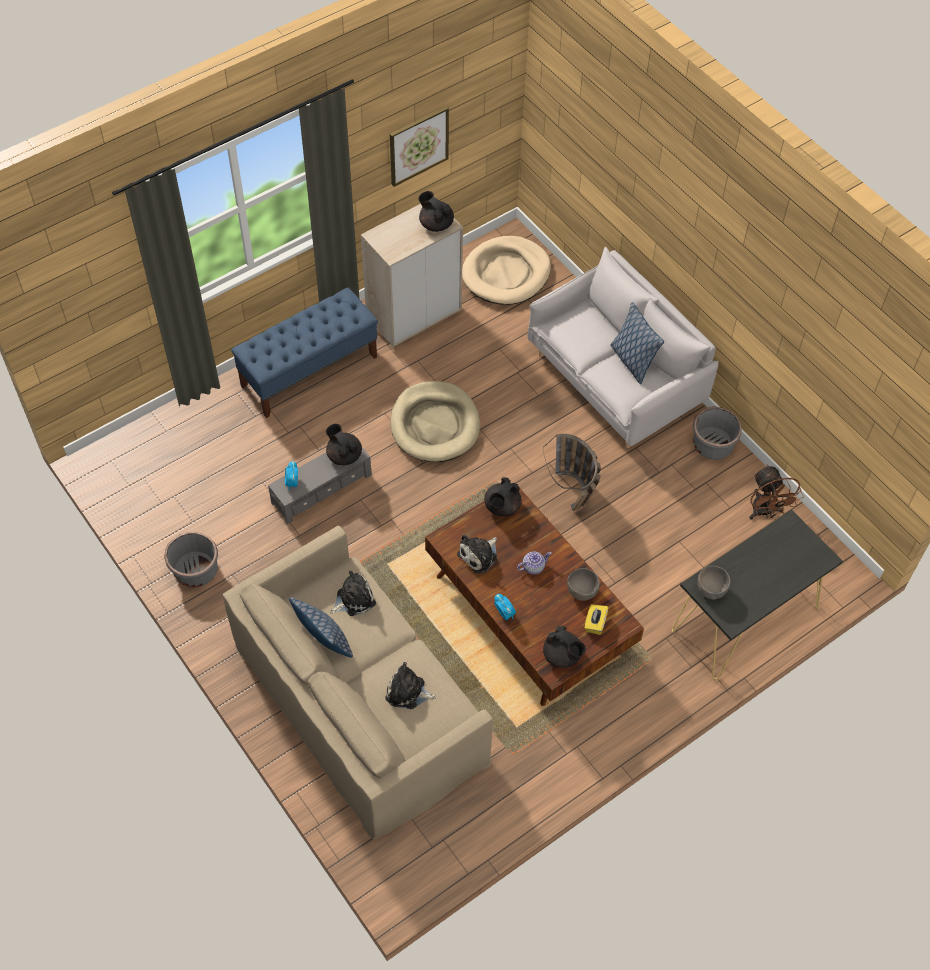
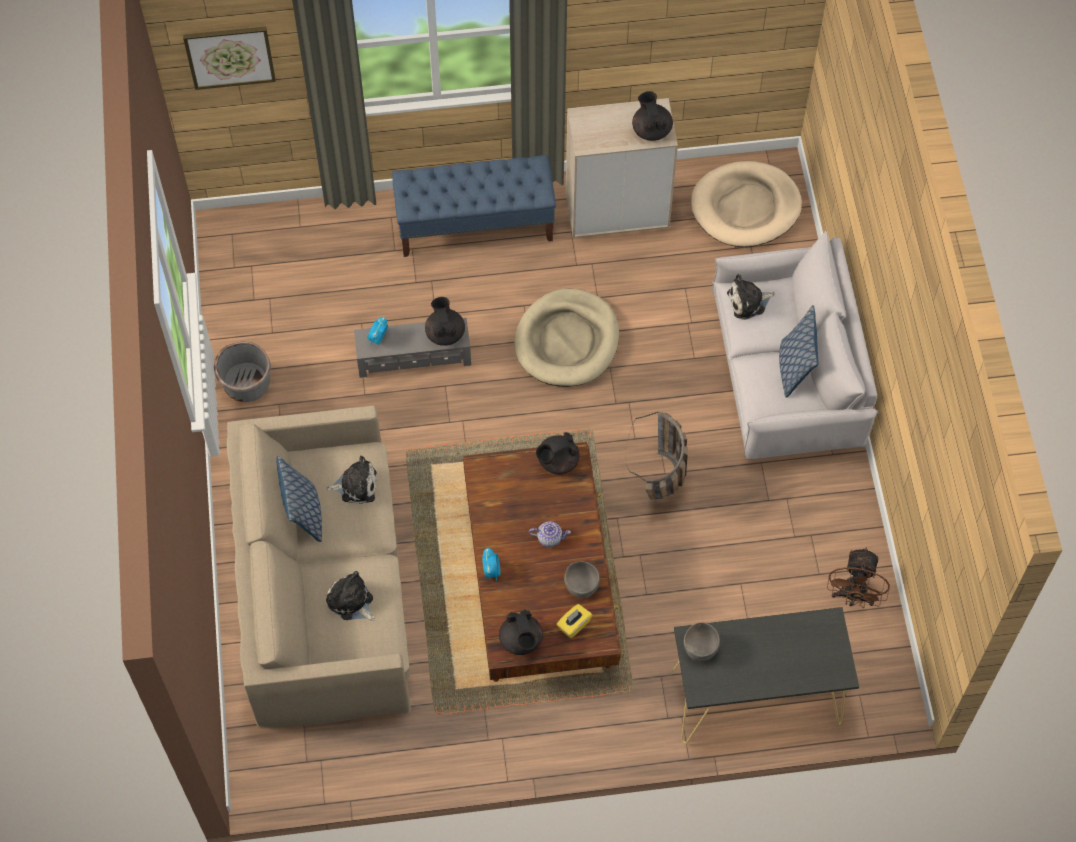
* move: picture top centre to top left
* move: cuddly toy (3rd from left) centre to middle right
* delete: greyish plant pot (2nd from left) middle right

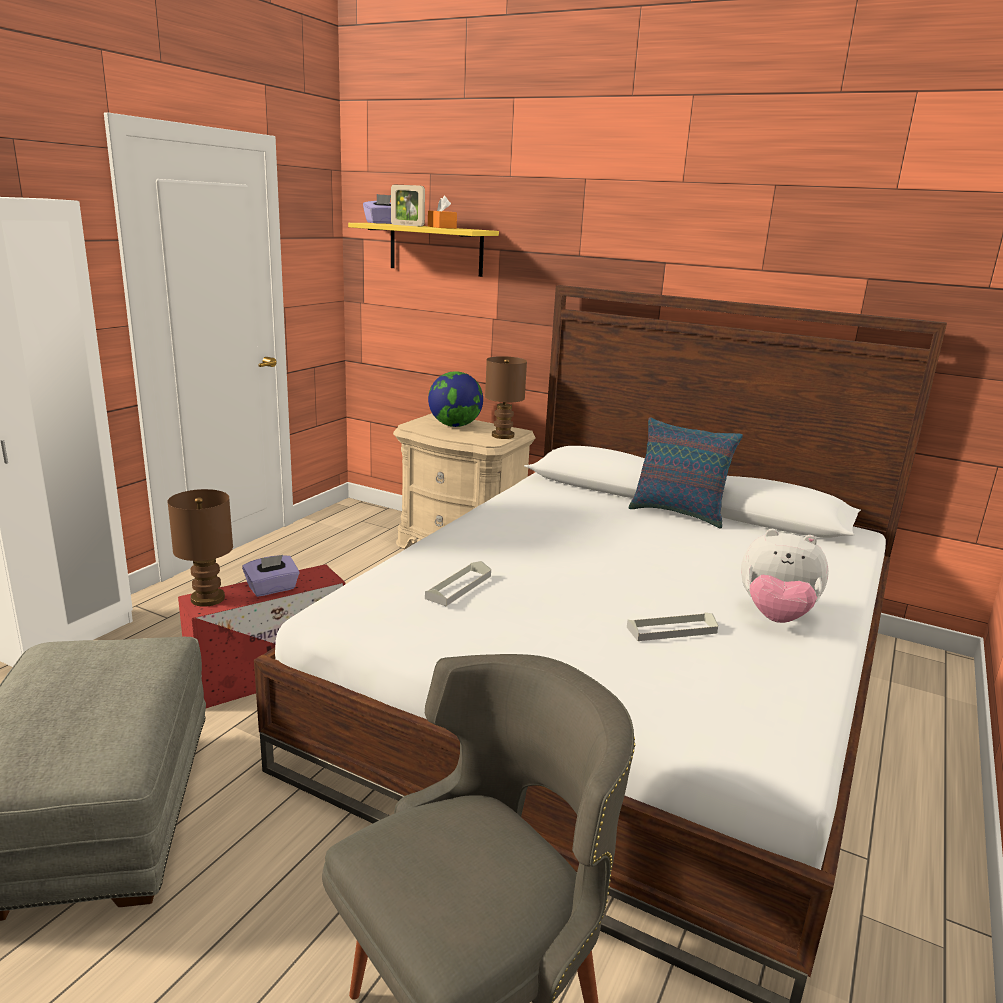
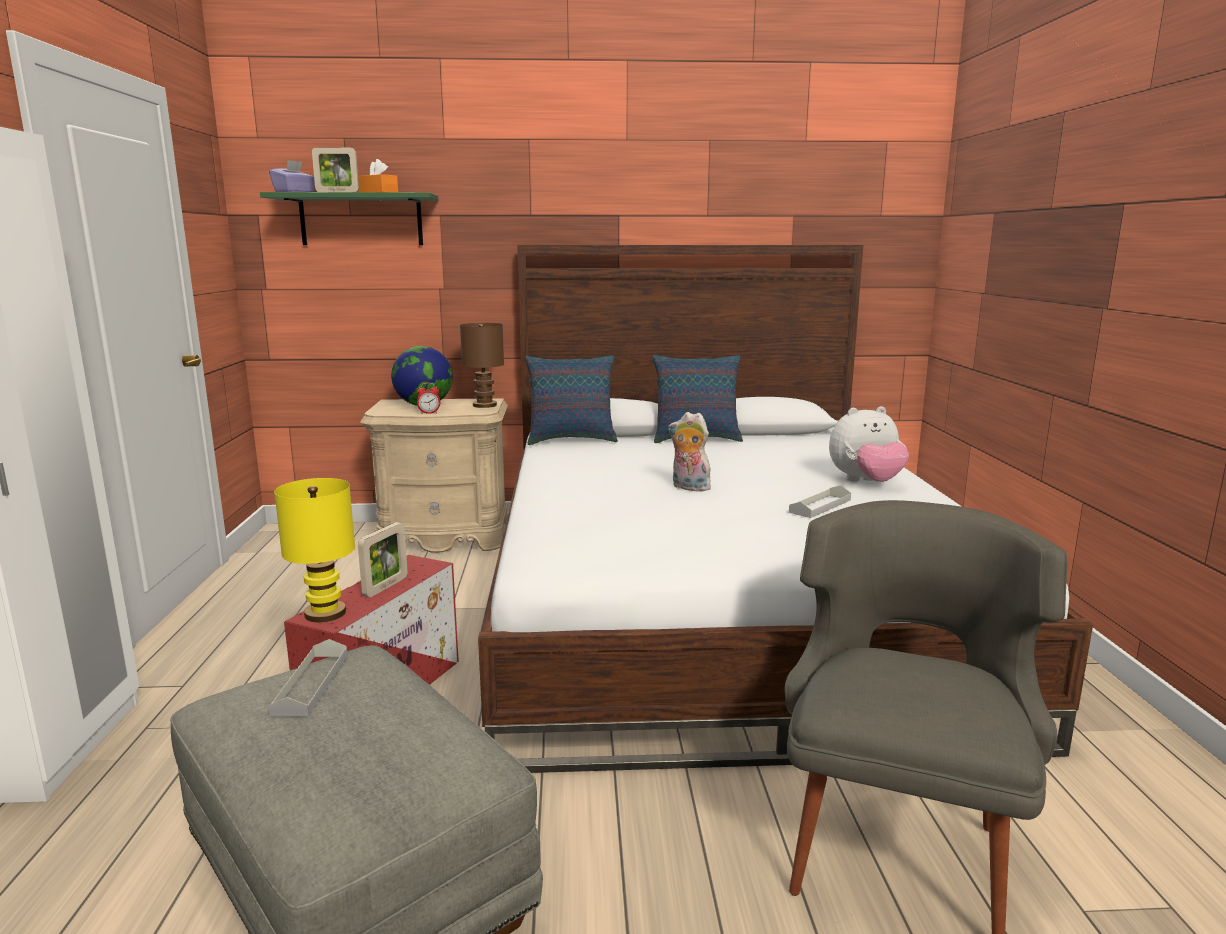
* recolor: yellow-coloured wall shelf top centre to green wall shelf top left
* move: greyish serving tray (1st from left) centre to bottom left
* recolor: brown tabletop lamp (1st from left) middle left to yellow-coloured tabletop lamp middle left
* replace: purple-coloured box of tissues (1st from left) middle left to picture frame (2nd from left) middle left
* insert: bedside clock centre
* insert: blue-coloured throw pillow (1st from left) centre
* insert: cuddly toy (1st from left) centre

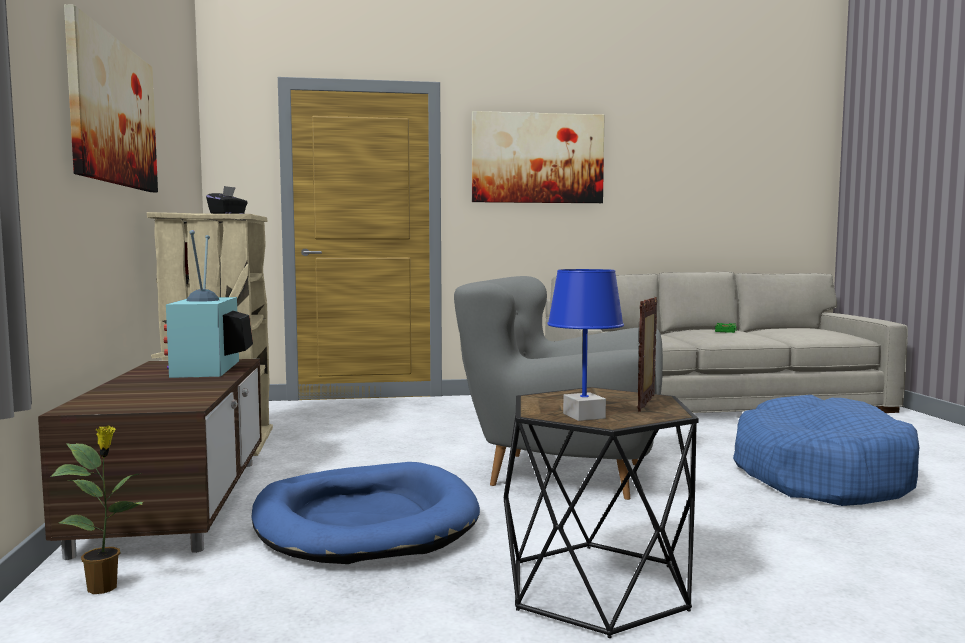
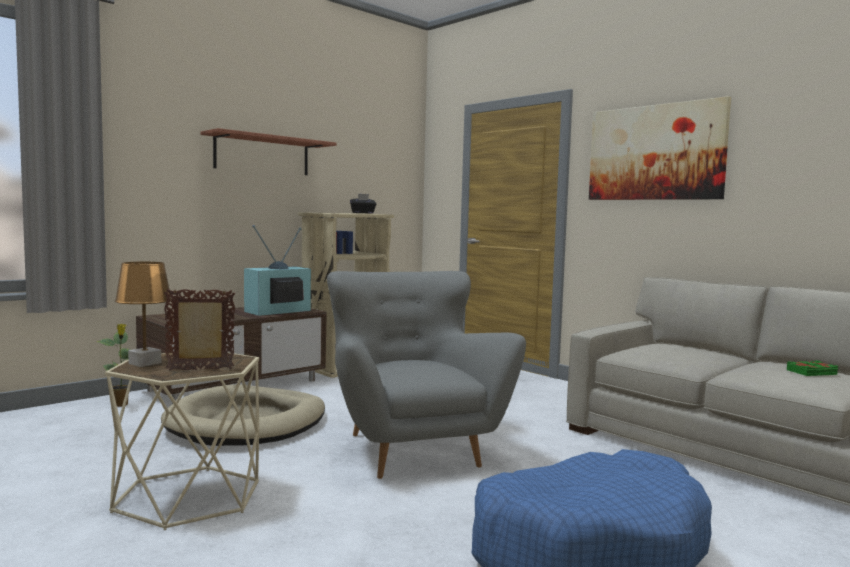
* recolor: blackish accent table bottom centre to sand-coloured accent table bottom left
* recolor: blue-coloured tabletop lamp centre to brown tabletop lamp middle left
* recolor: blue-coloured pet bed (1st from left) bottom centre to sand-coloured pet bed bottom left
* replace: picture (1st from left) top left to wall shelf top left

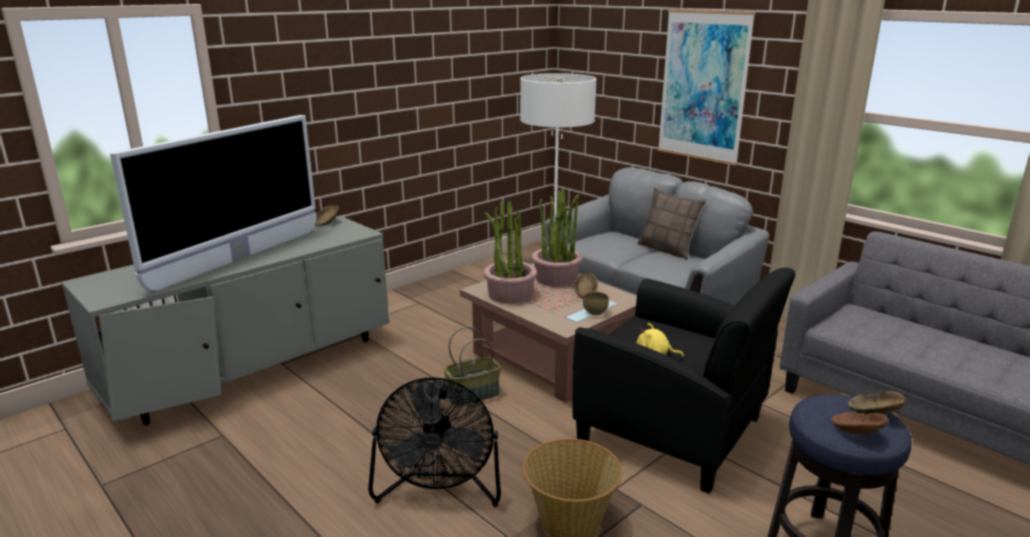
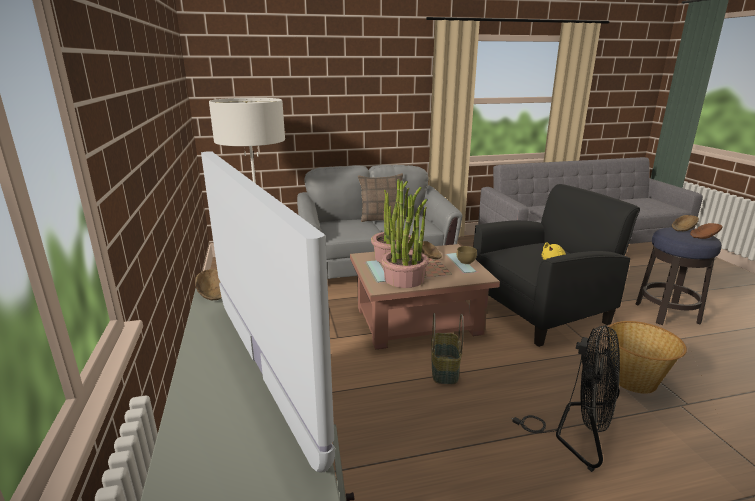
* delete: picture top right

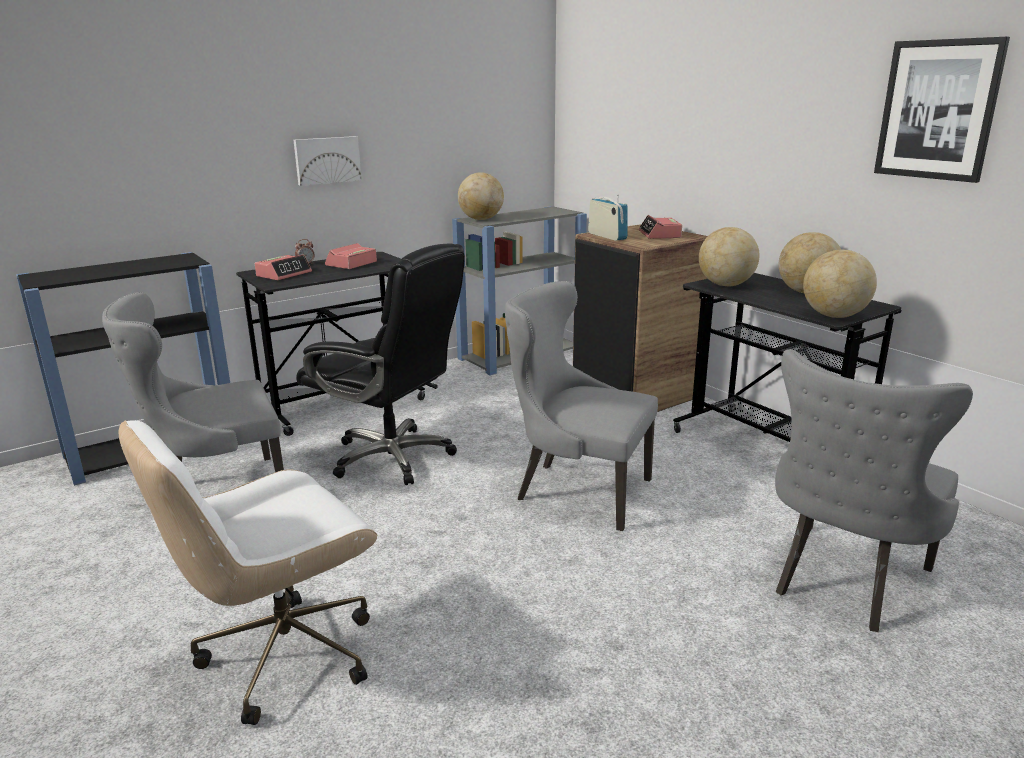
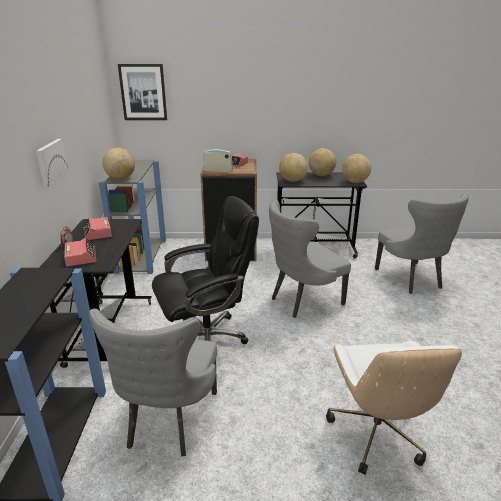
* move: picture (2nd from left) top right to top left

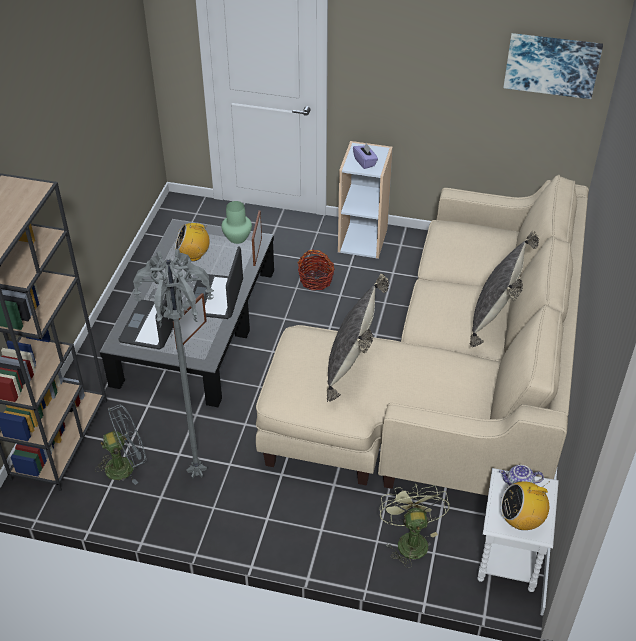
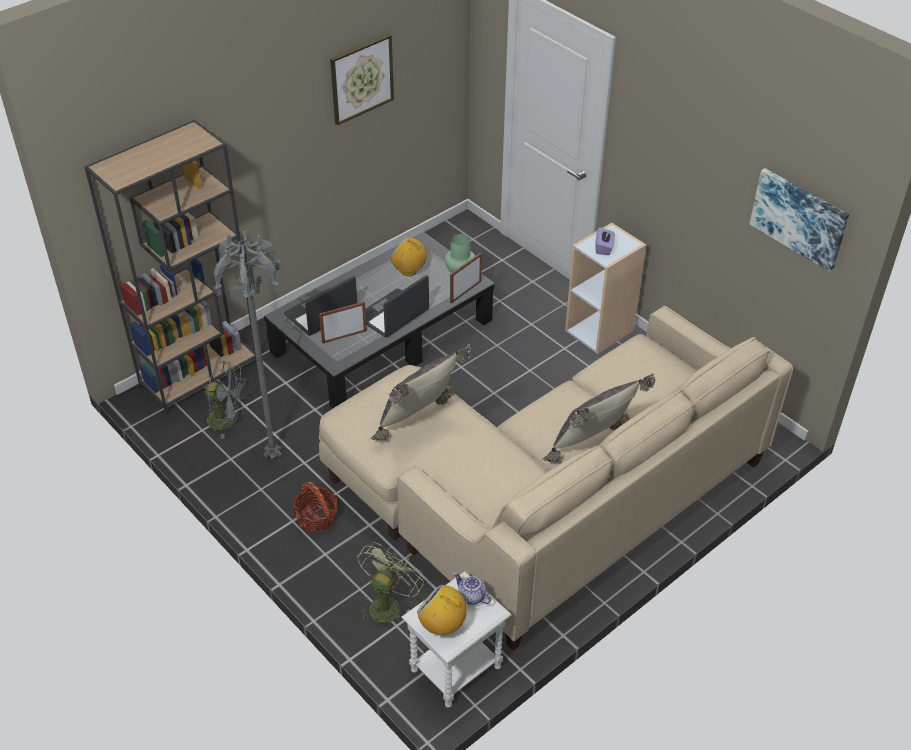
* move: storage basket centre to bottom centre
* insert: picture (1st from left) top centre

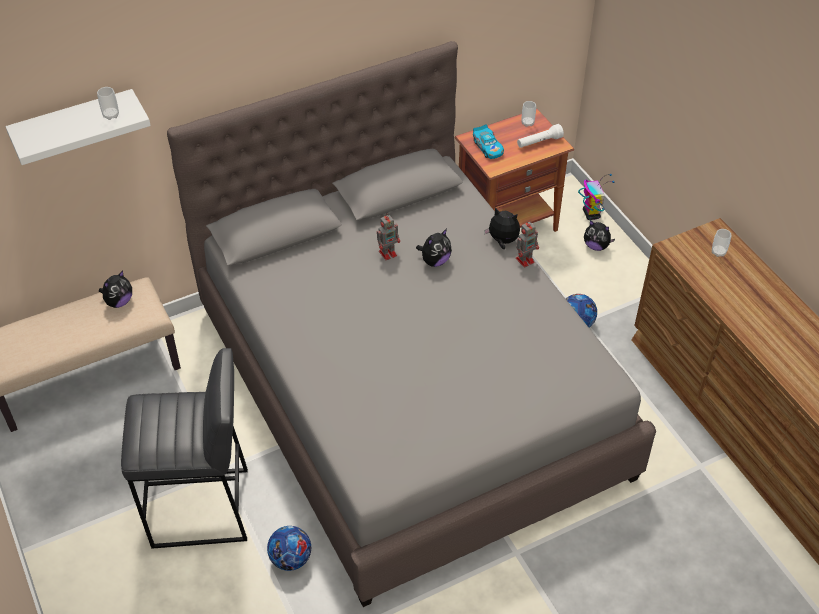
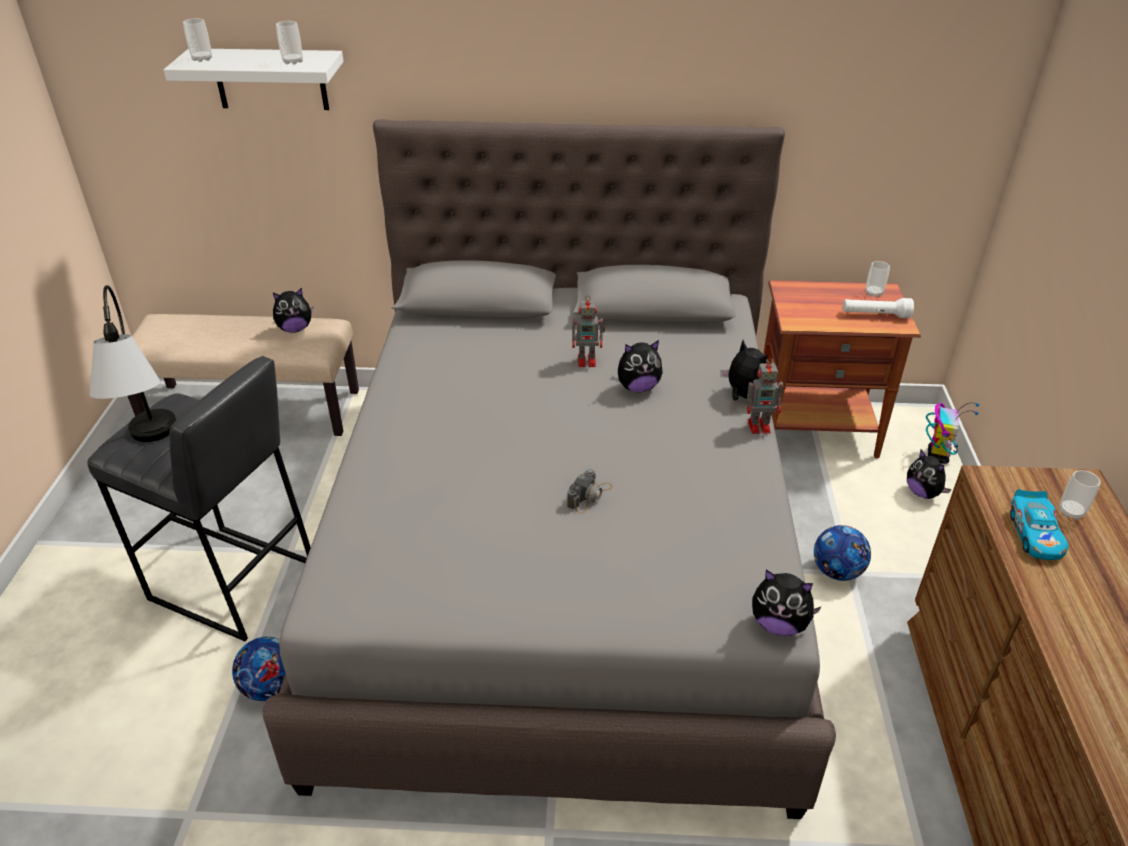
* insert: tabletop lamp middle left
* insert: drinking cup (1st from left) top left
* insert: photo camera centre
* insert: cuddly toy (4th from left) bottom right
* move: miniature car top centre to middle right

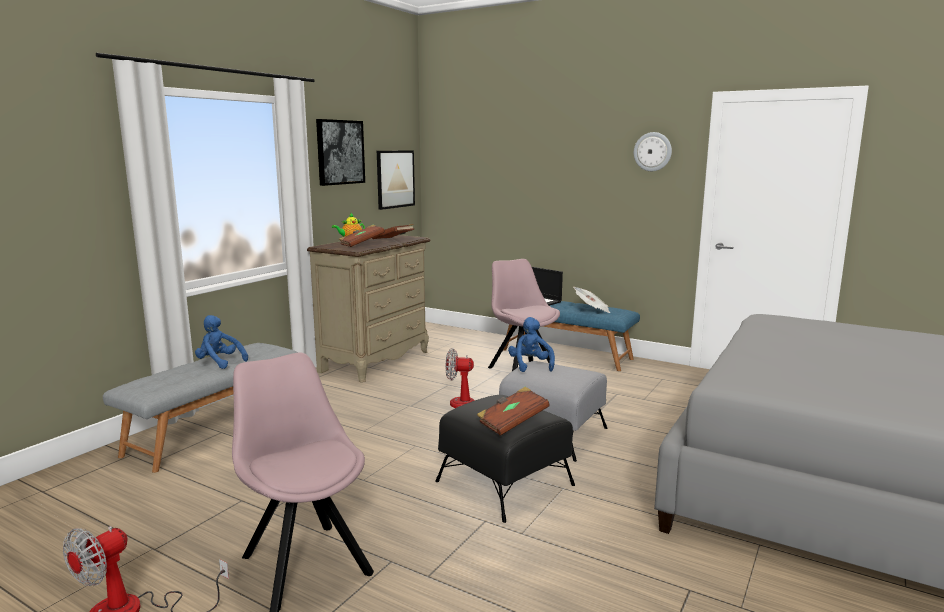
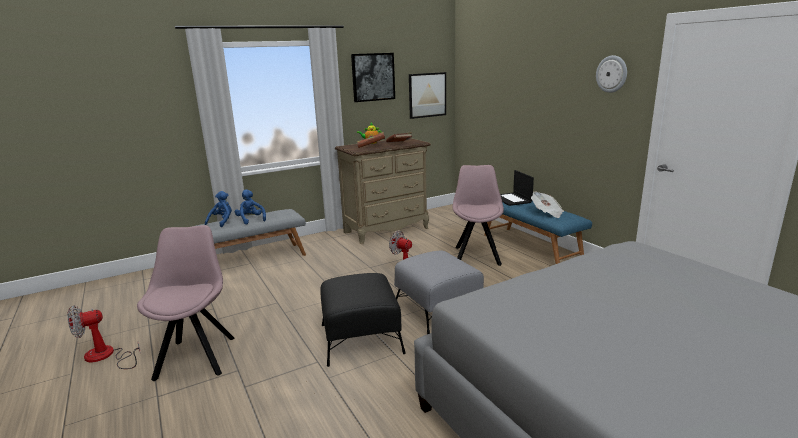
* move: blue-coloured cuddly toy (2nd from left in the first image) centre to blue-coloured cuddly toy (1st from left) middle left
* delete: brown volume (3rd from left) bottom centre

